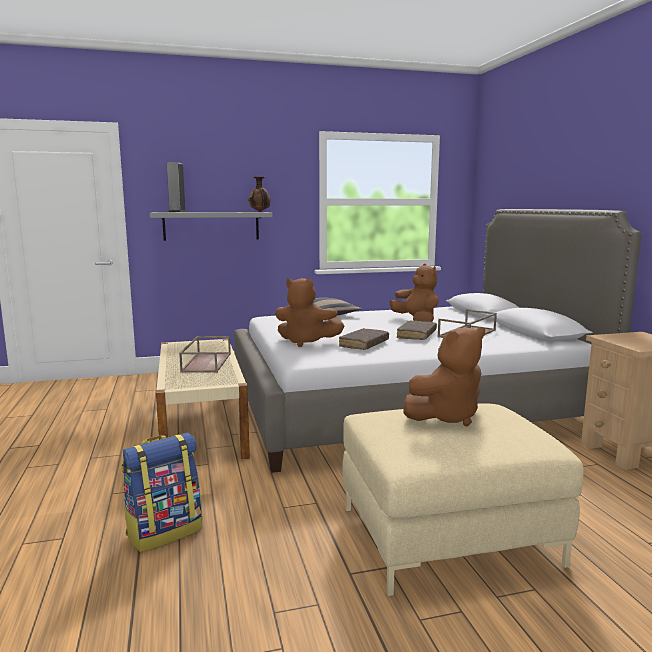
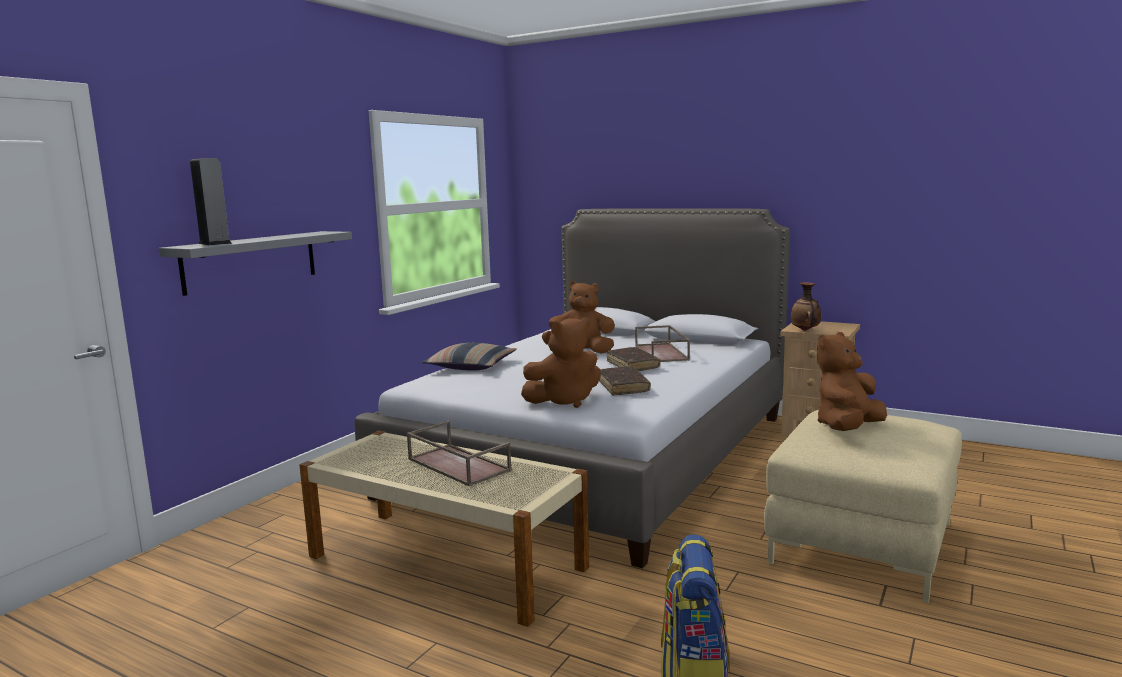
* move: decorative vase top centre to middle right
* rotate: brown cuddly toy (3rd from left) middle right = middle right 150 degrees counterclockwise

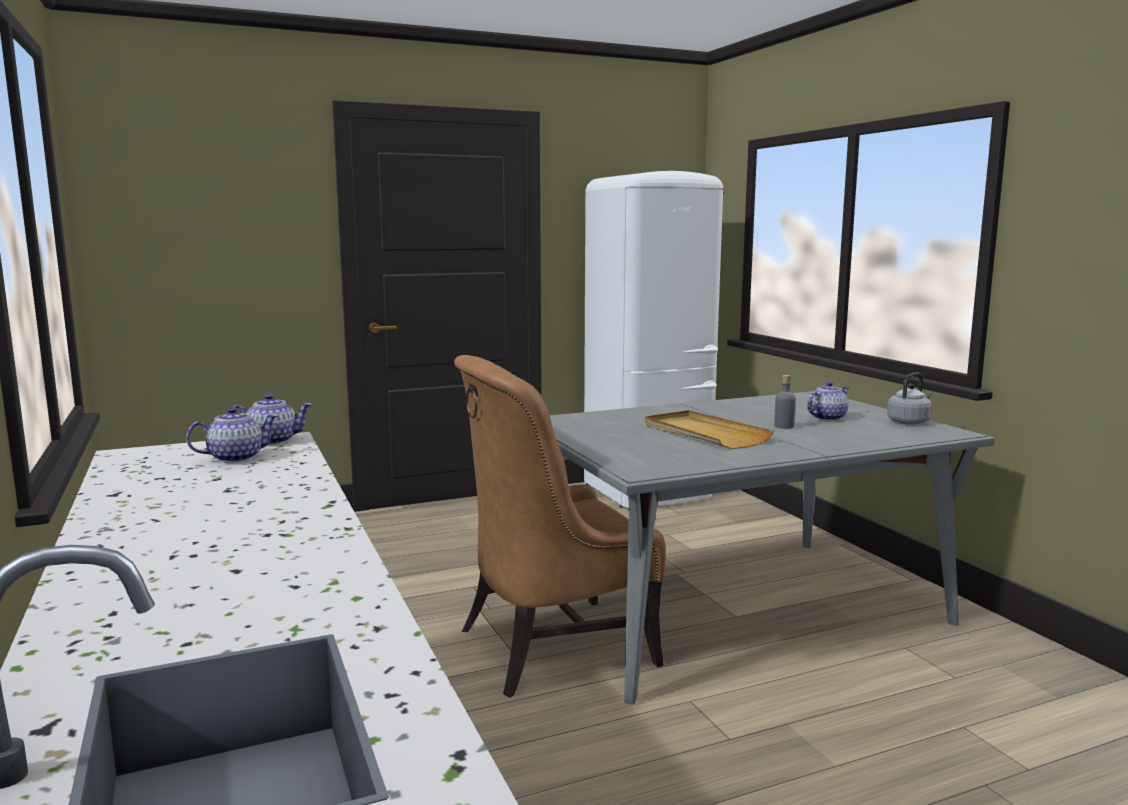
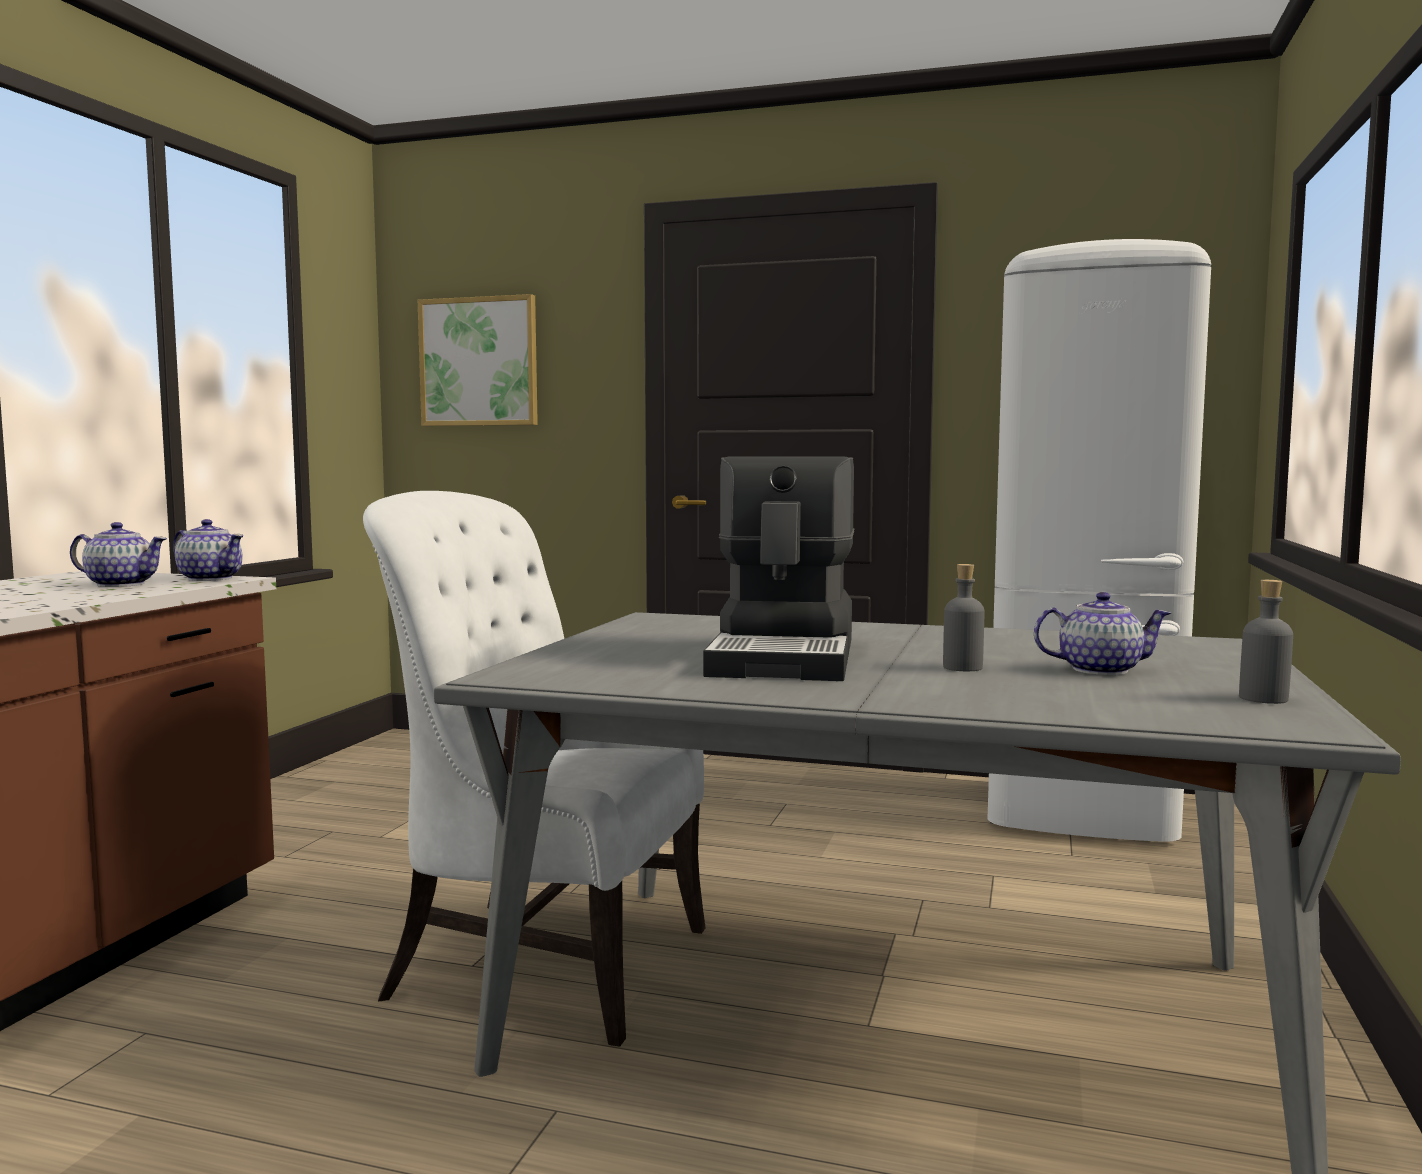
* recolor: brown plain chair centre to whitish plain chair centre
* insert: picture top centre
* replace: sand-coloured serving tray centre to coffee maker centre
* replace: greyish tea kettle middle right to greyish bottle (2nd from left) middle right

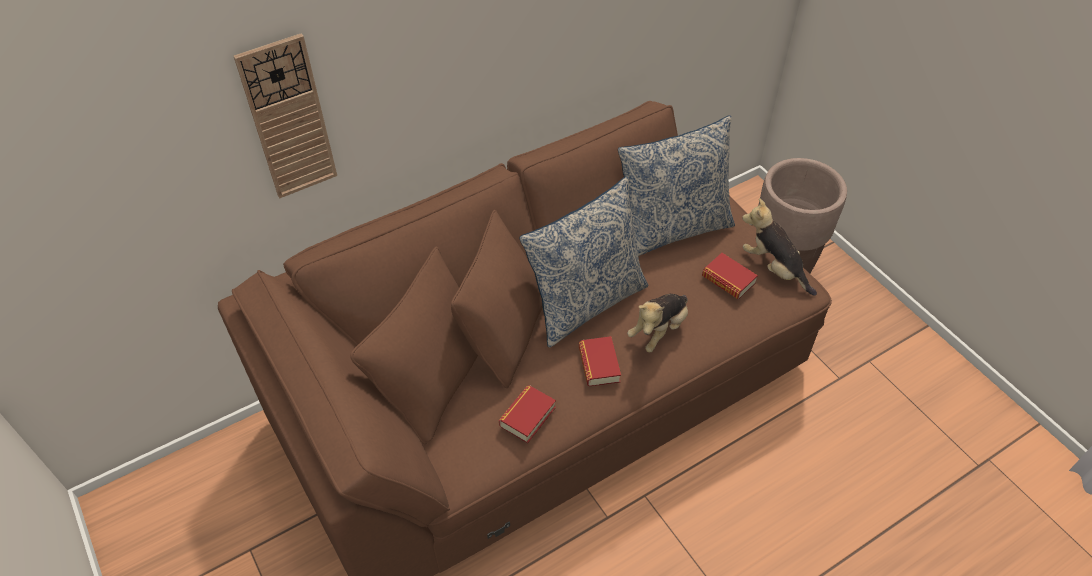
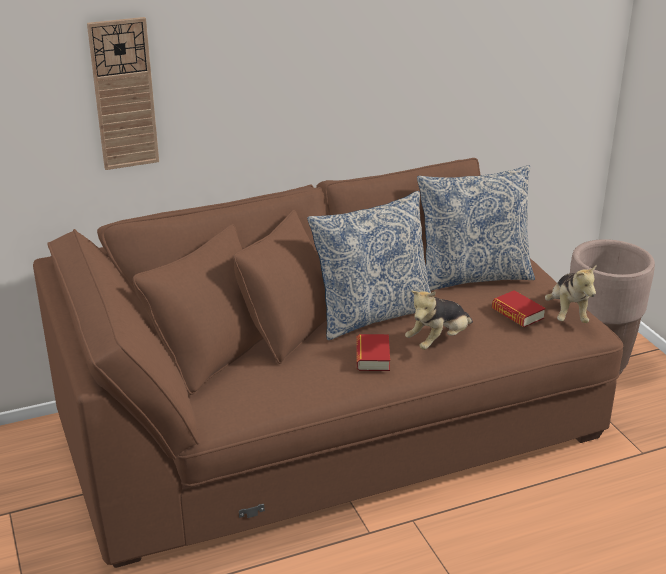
* rotate: cuddly toy (2nd from left) middle right = middle right 150 degrees counterclockwise
* delete: volume (1st from left) bottom centre

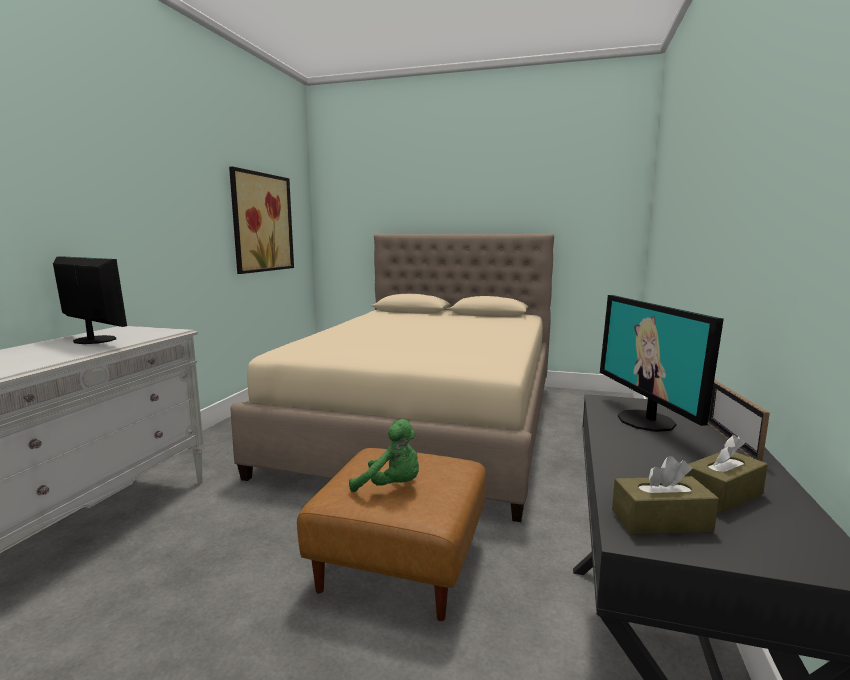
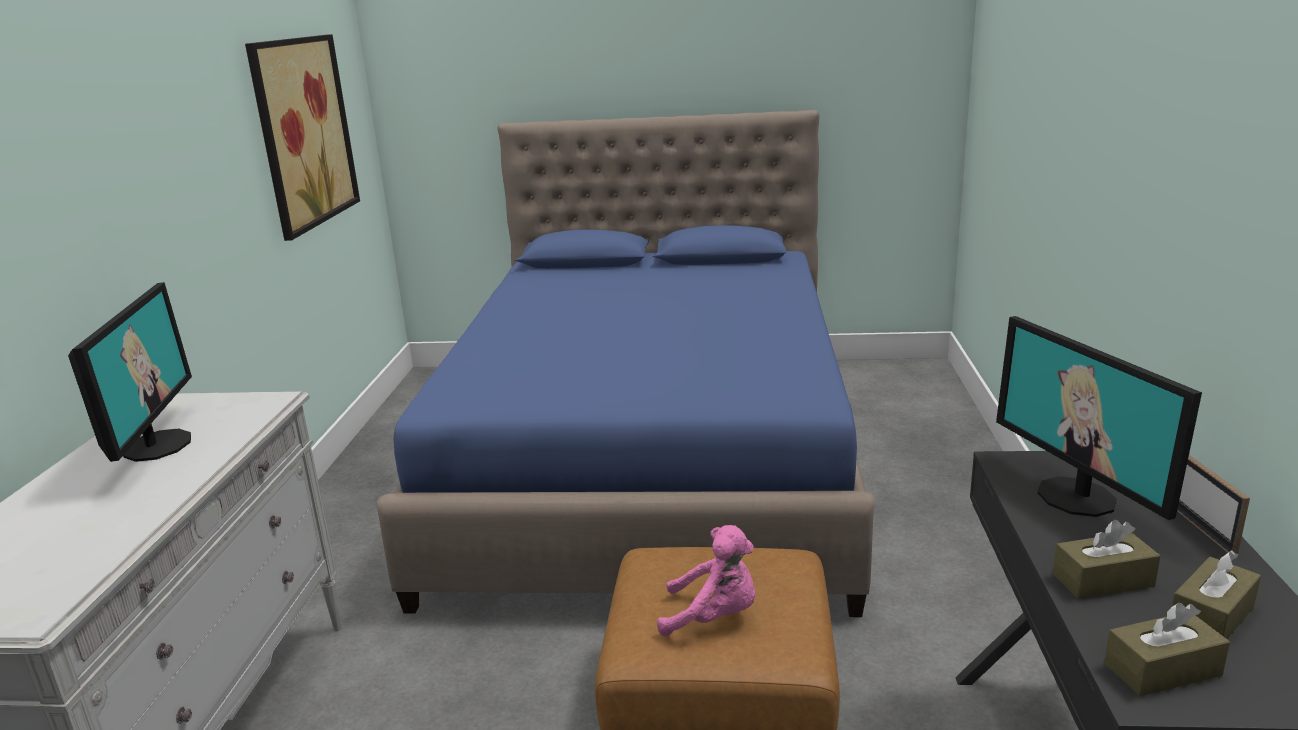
* rotate: computer screen (1st from left) middle left = middle left 60 degrees clockwise
* recolor: sand-coloured bed centre to blue-coloured bed centre
* recolor: green cuddly toy bottom centre to pinkish cuddly toy bottom centre
* insert: brown box of tissues (1st from left) bottom right

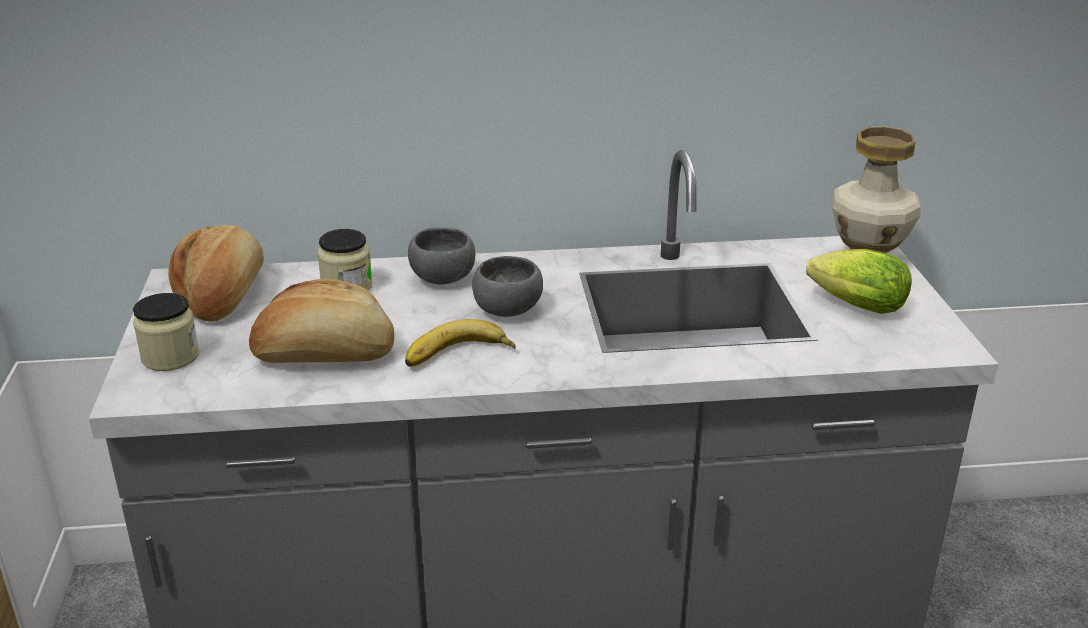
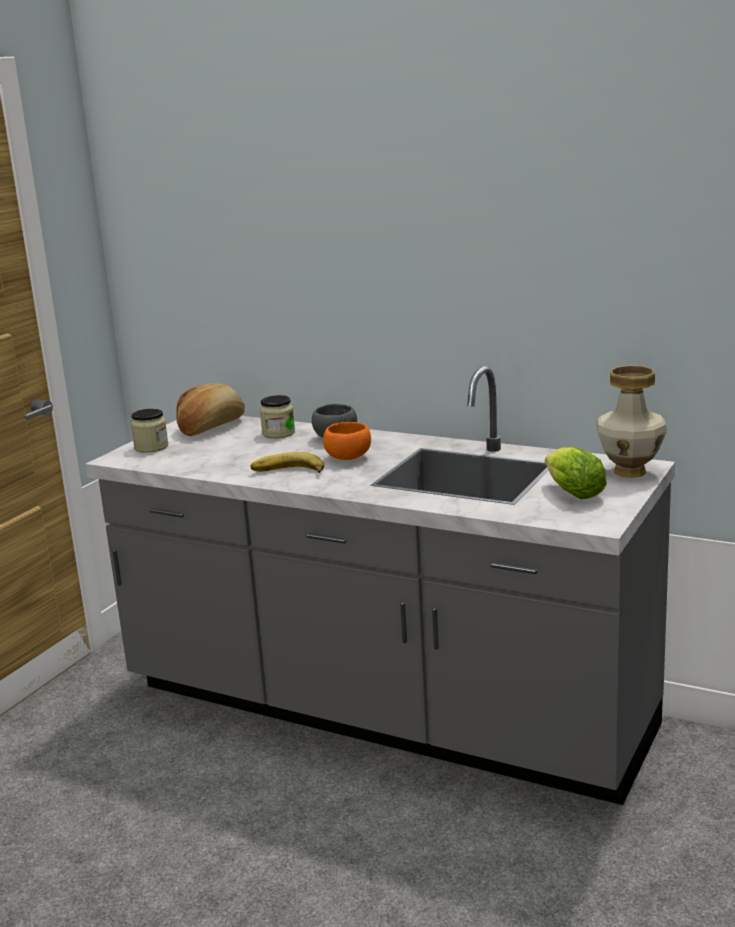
* recolor: greyish bowl (2nd from left) centre to orangey bowl centre
* delete: bread (2nd from left) middle left

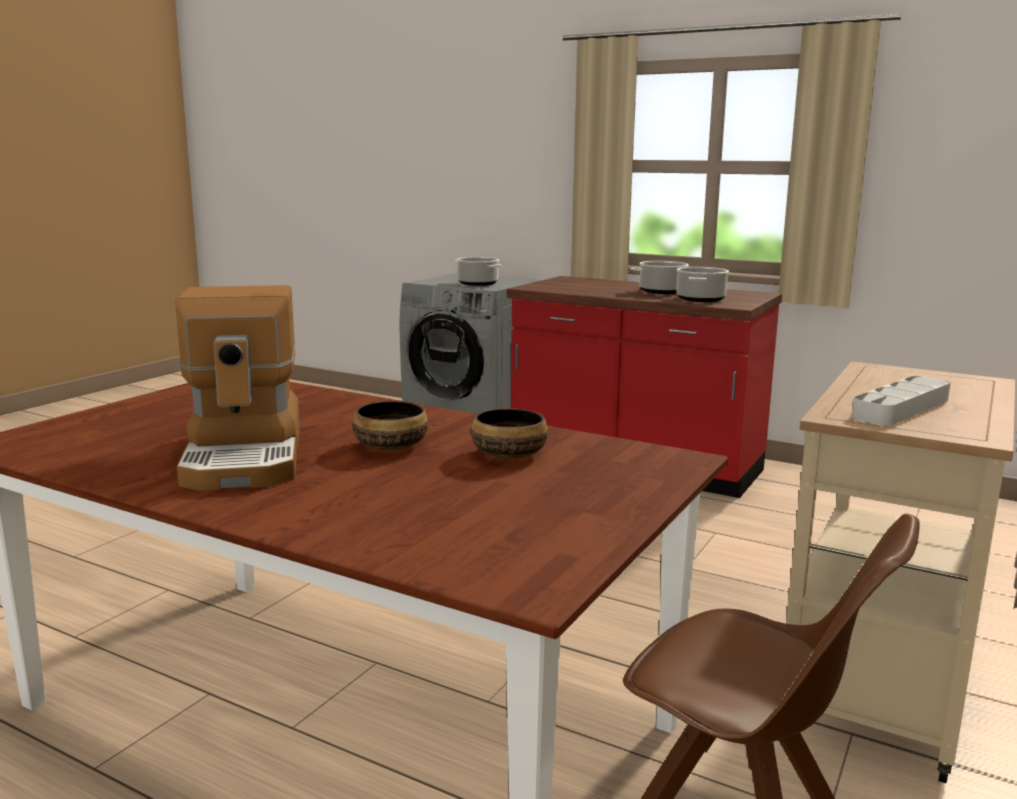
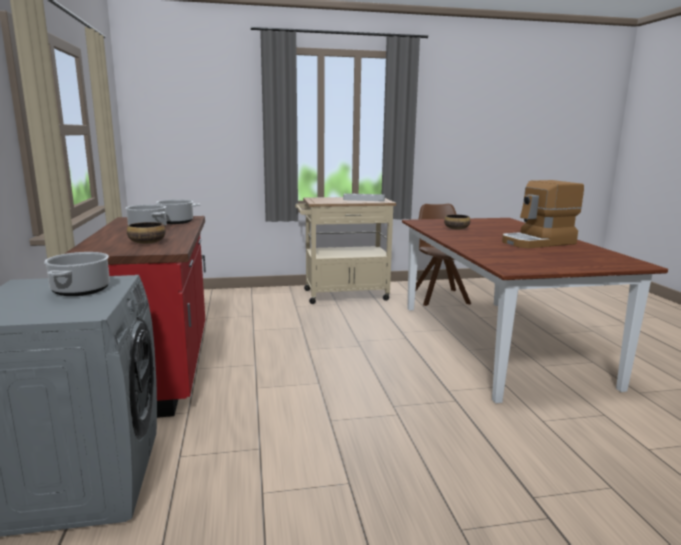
* move: bowl (1st from left) centre to middle left
* rotate: coffee maker middle left = middle right 150 degrees counterclockwise

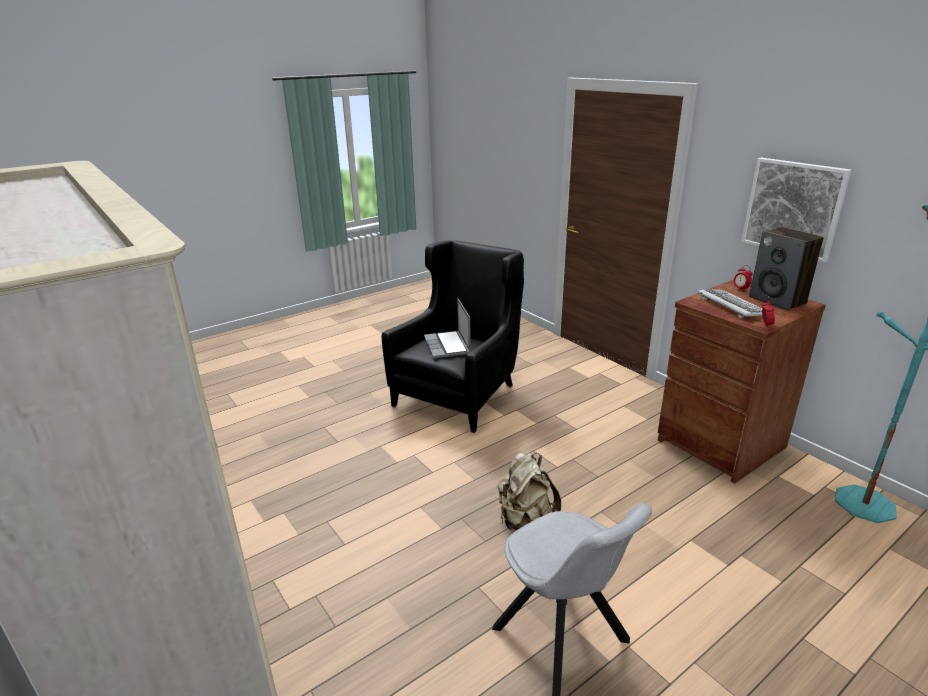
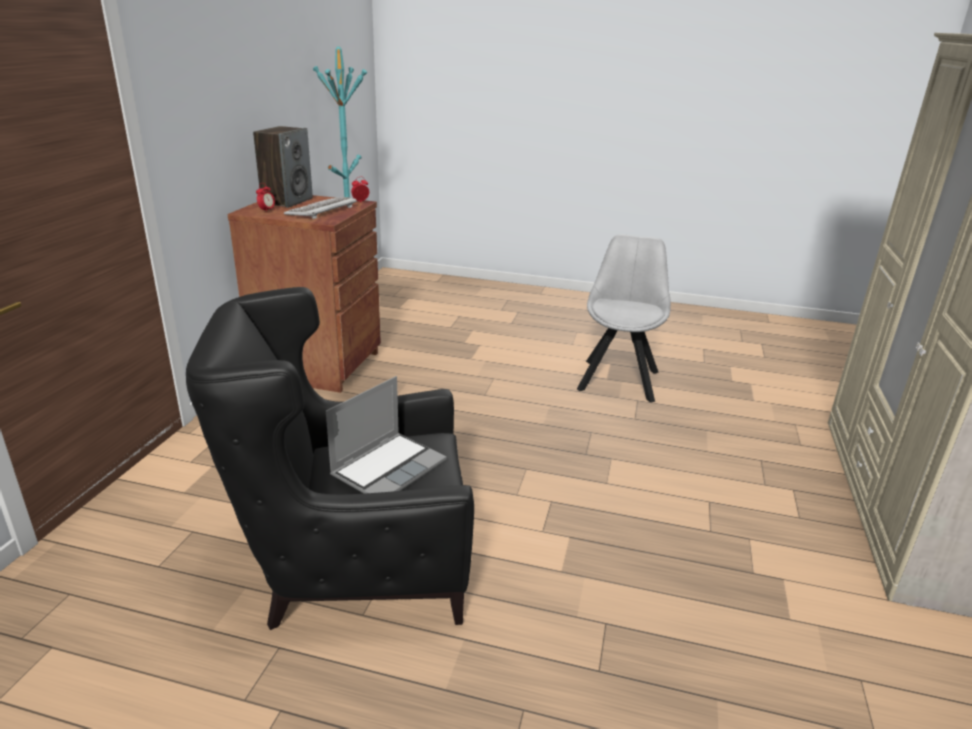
* delete: sand-coloured knapsack bottom centre
* delete: picture top right

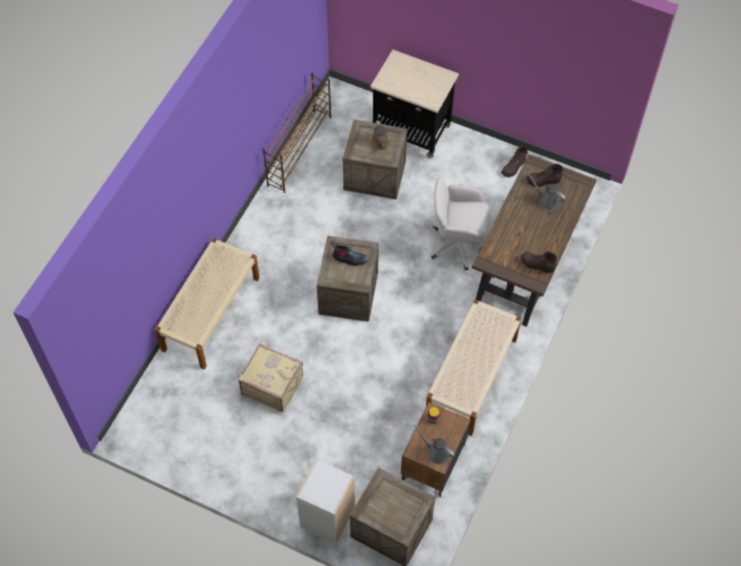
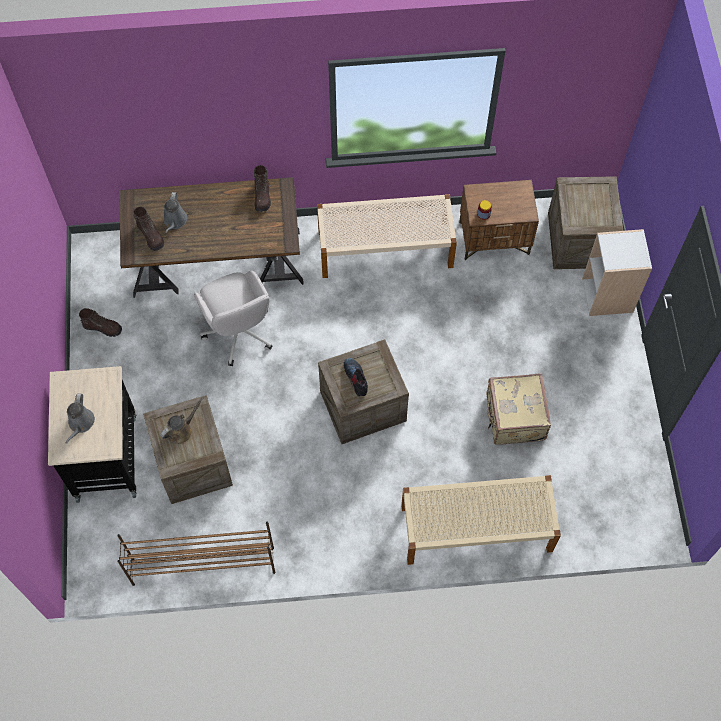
* move: greyish sprinkling can (1st from left) bottom centre to middle left

